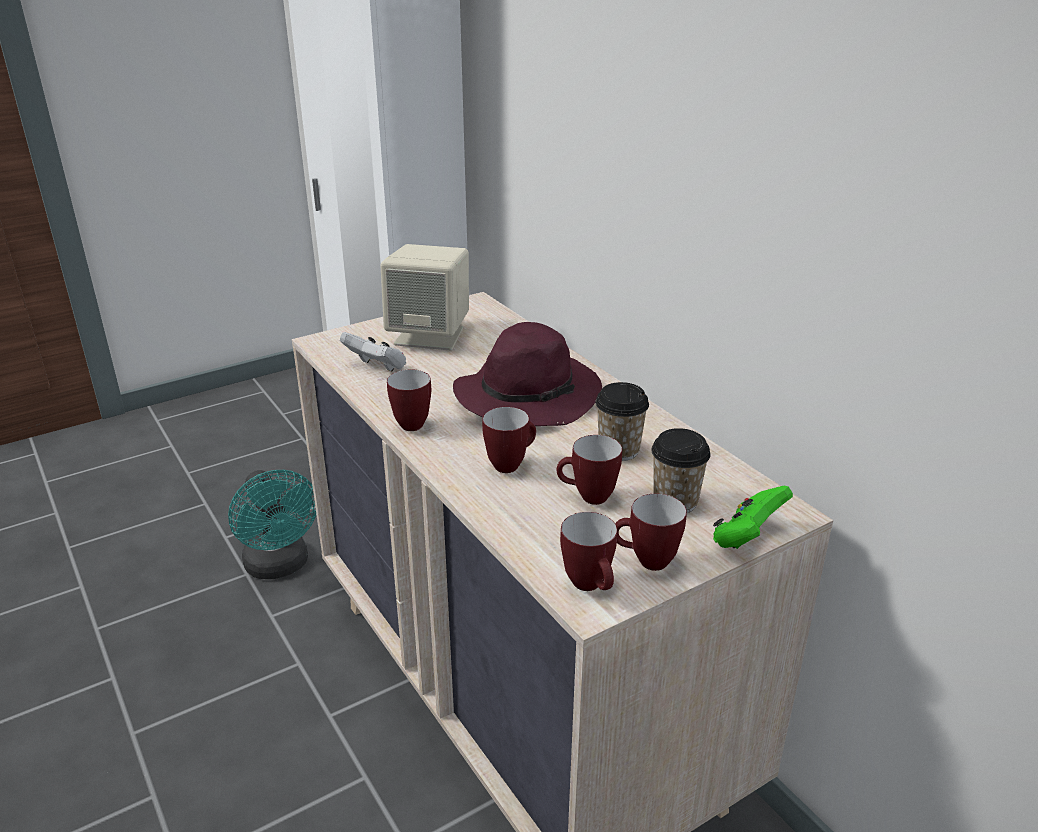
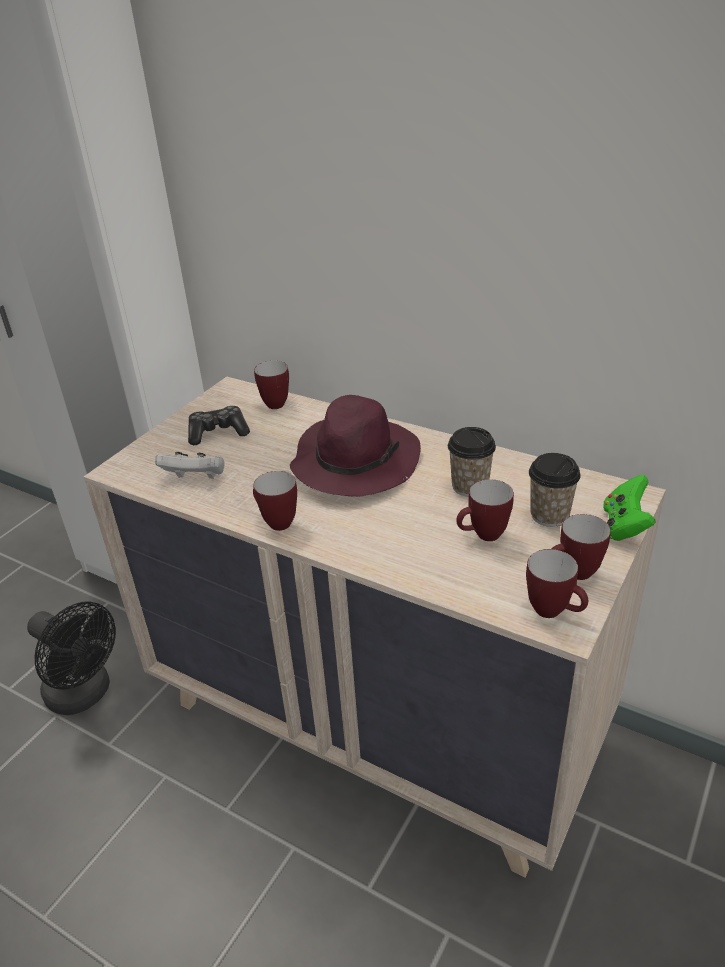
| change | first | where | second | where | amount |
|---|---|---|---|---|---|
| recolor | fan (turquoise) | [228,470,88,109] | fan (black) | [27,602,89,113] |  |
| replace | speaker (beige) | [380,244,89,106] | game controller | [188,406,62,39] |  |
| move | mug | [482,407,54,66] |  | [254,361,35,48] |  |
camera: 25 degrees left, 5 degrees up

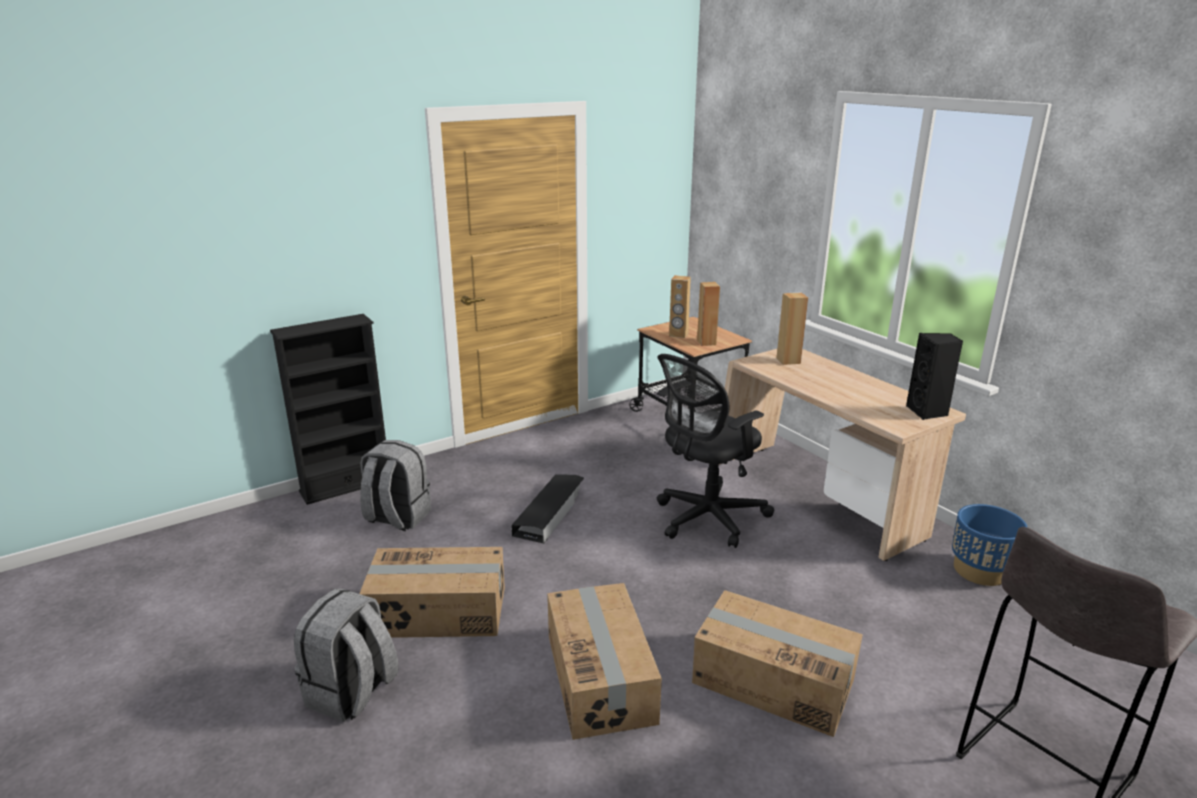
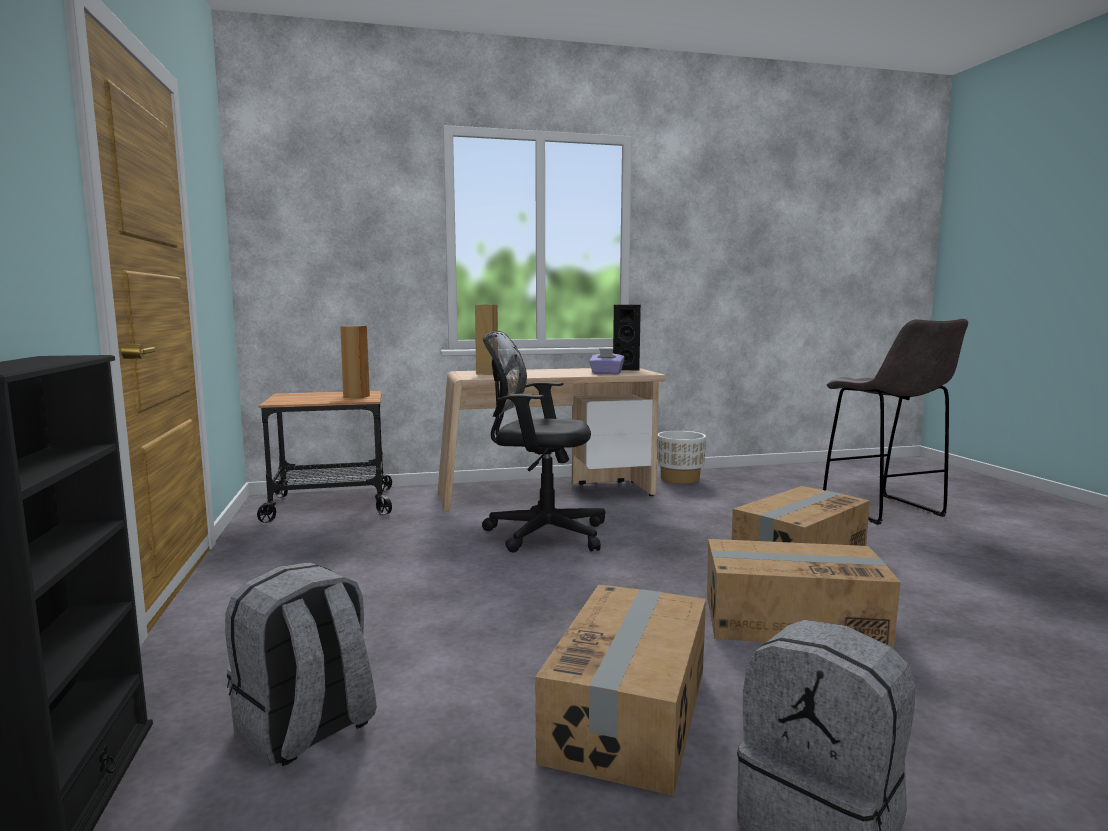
| change | first | where | second | where | amount |
|---|---|---|---|---|---|
| delete | storage box (black) | [512,474,72,70] |  |  |  |
| rotate | office chair (black) | [657,354,117,194] |  | [482,331,123,222] | 120 degrees clockwise |
| delete | speaker (brown) | [669,275,22,63] |  |  |  |
| recolor | planter (blue) | [952,504,76,82] | planter (white) | [657,431,49,53] |  |
| insert |  |  | tissue box (purple) | [589,348,35,27] |  |
camera: 70 degrees left, 15 degrees down

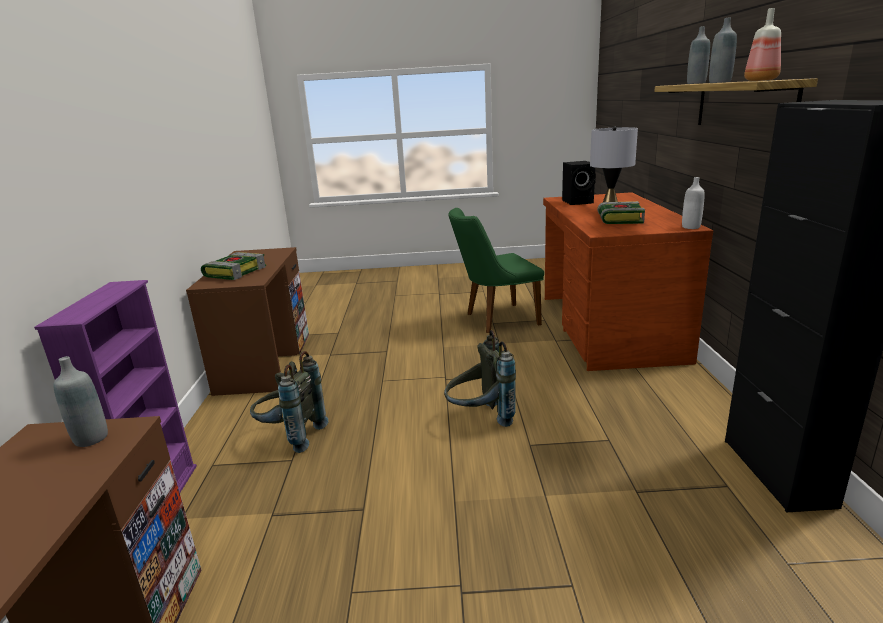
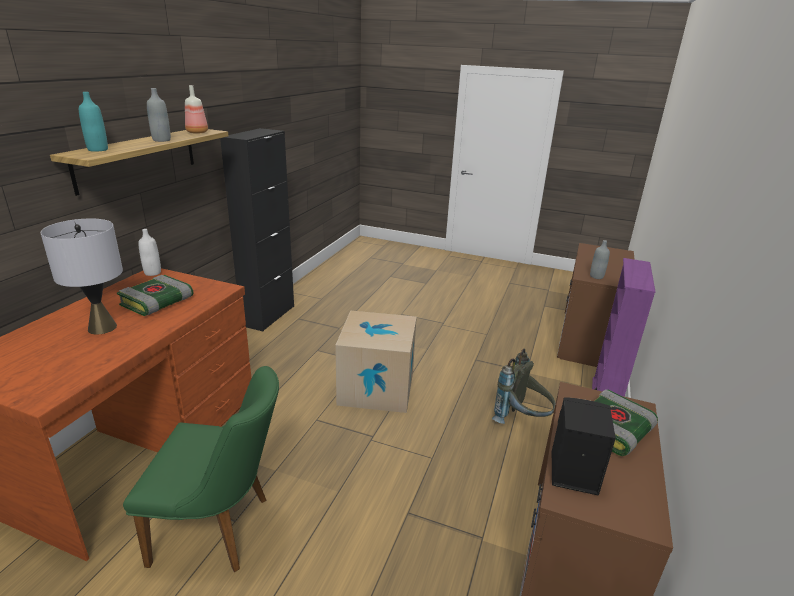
| change | first | where | second | where | amount |
|---|---|---|---|---|---|
| replace | backpack (grey) | [444,330,72,97] | cardboard box | [335,311,82,102] |  |
| move | speaker (black) | [562,161,34,44] |  | [551,397,65,99] |  |
| recolor | bottle (grey) | [687,26,23,58] | bottle (turquoise) | [79,92,29,60] |  |
camera: 160 degrees left, 5 degrees up

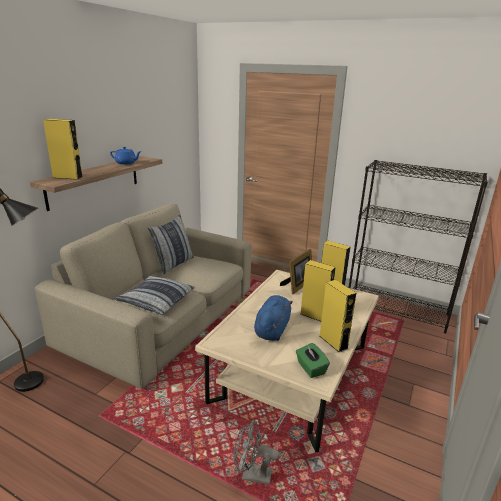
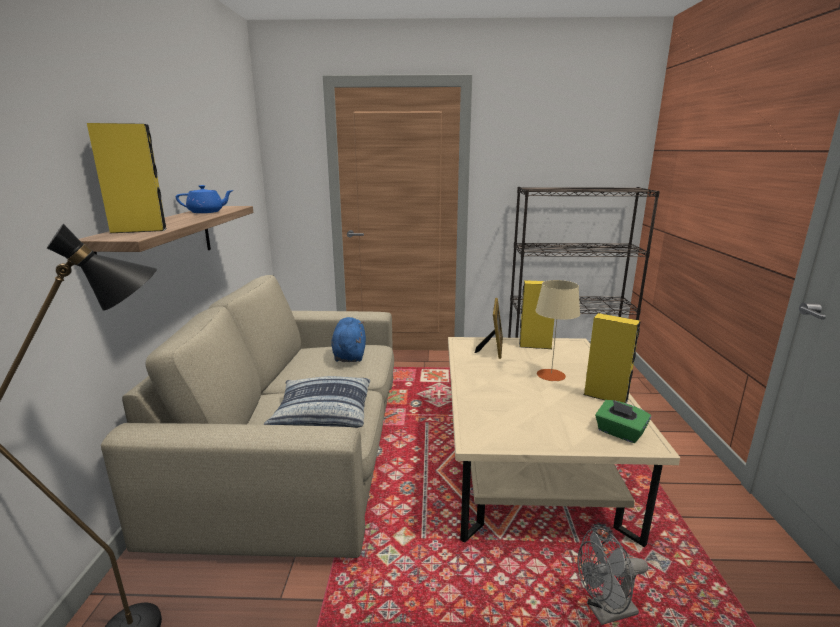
| change | first | where | second | where | amount |
|---|---|---|---|---|---|
| delete | pillow | [148,215,46,59] |  |  |  |
| move | plush toy (blue) | [254,295,39,46] |  | [332,317,34,45] |  |
| replace | speaker (yellow) | [300,260,35,61] | table lamp (beige) | [535,280,45,101] |  |
camera: 25 degrees left, 5 degrees down

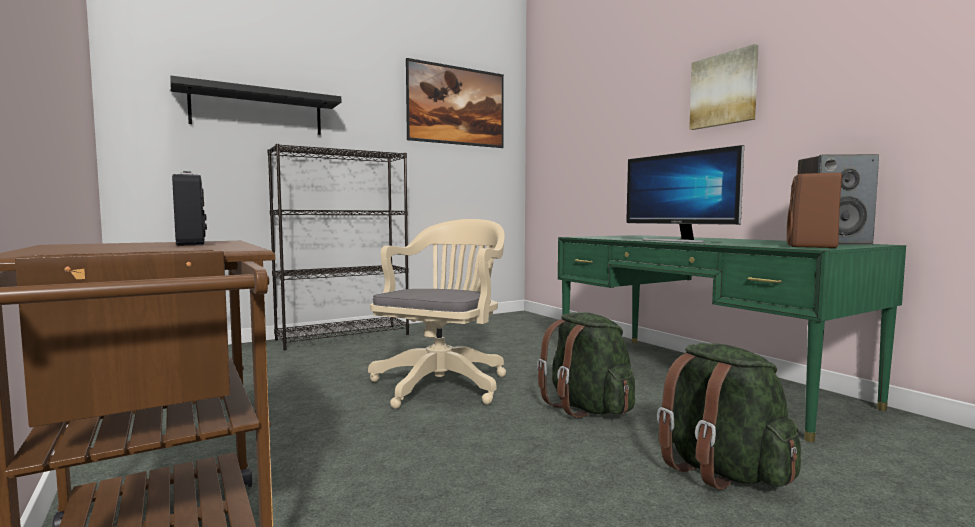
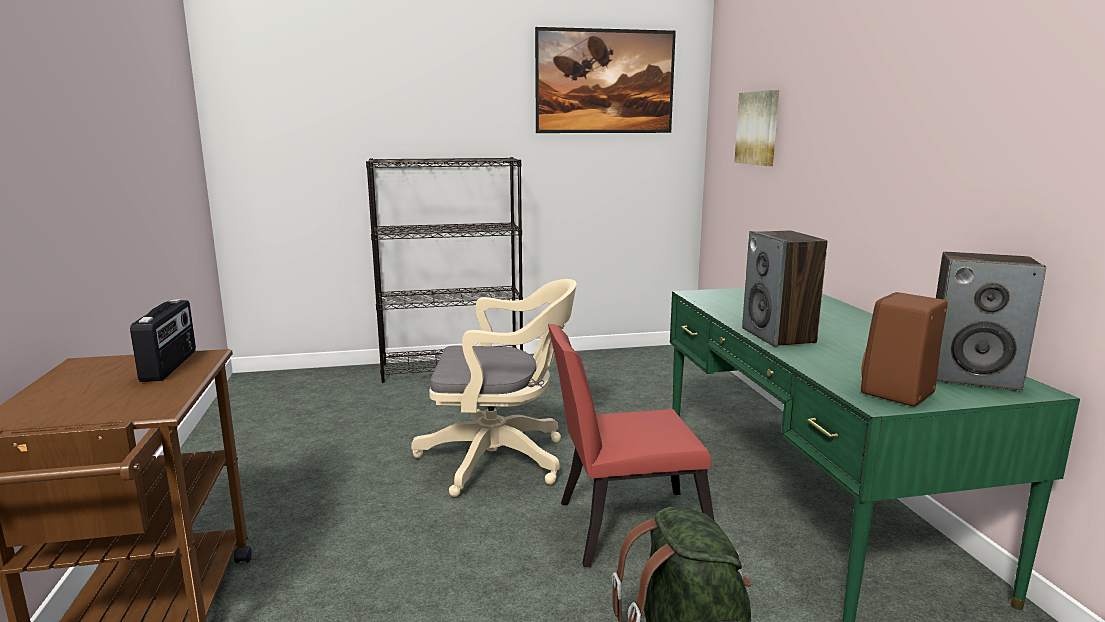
| change | first | where | second | where | amount |
|---|---|---|---|---|---|
| delete | shelf (black) | [170,76,171,59] |  |  |  |
| rotate | office chair (beige) | [368,219,138,190] |  | [411,279,166,218] | 45 degrees clockwise |
| replace | backpack (green) | [537,312,98,106] | chair (red) | [548,324,167,243] |  |
| replace | monitor | [626,145,118,98] | speaker | [742,231,85,116] |  |
| move | picture | [689,44,70,86] |  | [734,90,45,76] |  |
camera: 20 degrees right, 10 degrees up

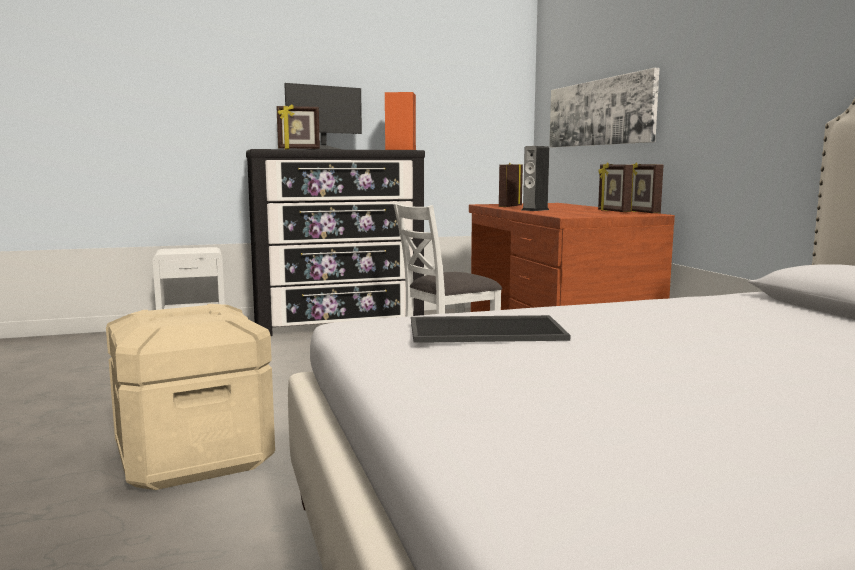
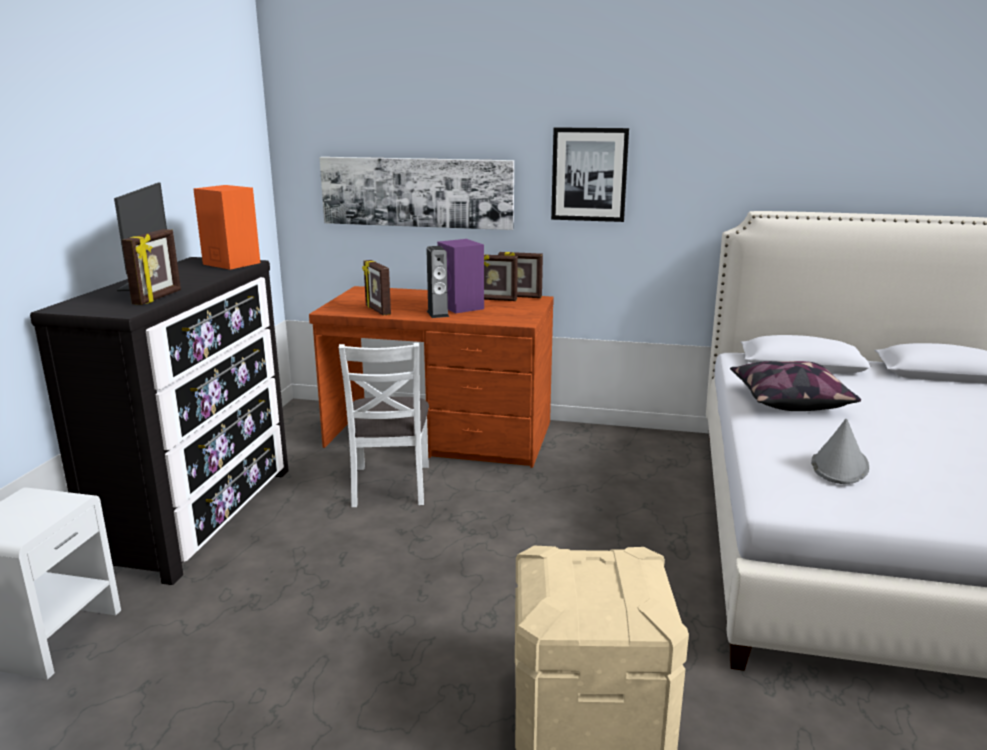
| change | first | where | second | where | amount |
|---|---|---|---|---|---|
| replace | tray | [411,315,159,28] | hat (grey) | [811,419,58,65] |  |
| insert |  |  | speaker (purple) | [437,239,47,75] |  |
| insert |  |  | picture | [551,127,78,95] |  |
| insert |  |  | pillow | [730,361,131,50] |  |
camera: 60 degrees left, 10 degrees up

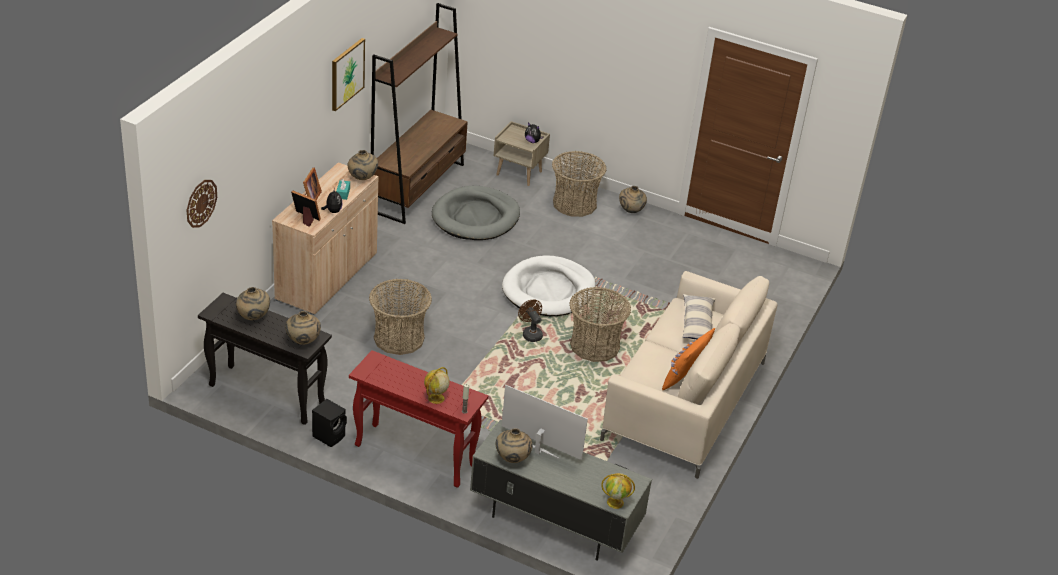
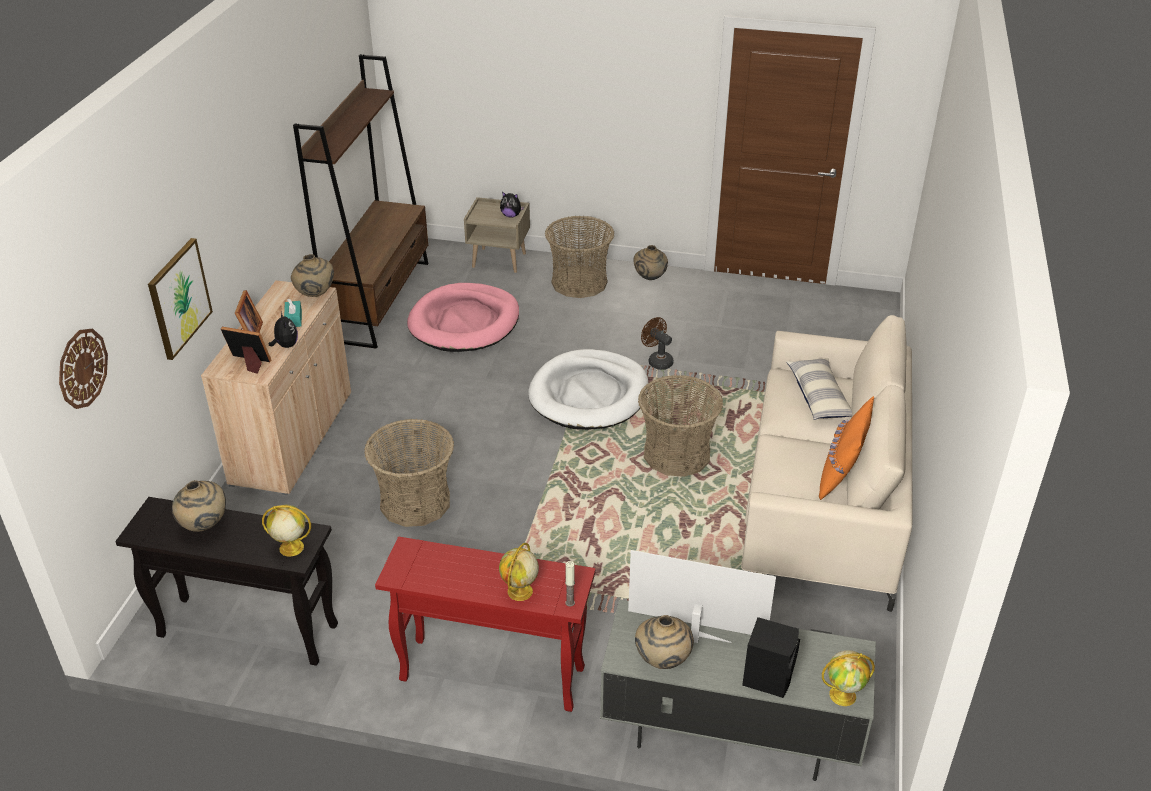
| change | first | where | second | where | amount |
|---|---|---|---|---|---|
| replace | vase (beige) | [285,311,36,34] | globe | [262,505,49,52] |  |
| move | speaker (black) | [312,399,35,48] |  | [742,617,58,81] |  |
| move | picture | [332,38,33,73] |  | [148,238,65,122] |  |
| recolor | dog bed (grey) | [432,186,88,54] | dog bed (pink) | [407,283,112,69] |  |
| move | fan (brown) | [518,299,25,43] |  | [641,317,33,53] |  |
camera: 10 degrees left, 0 degrees up

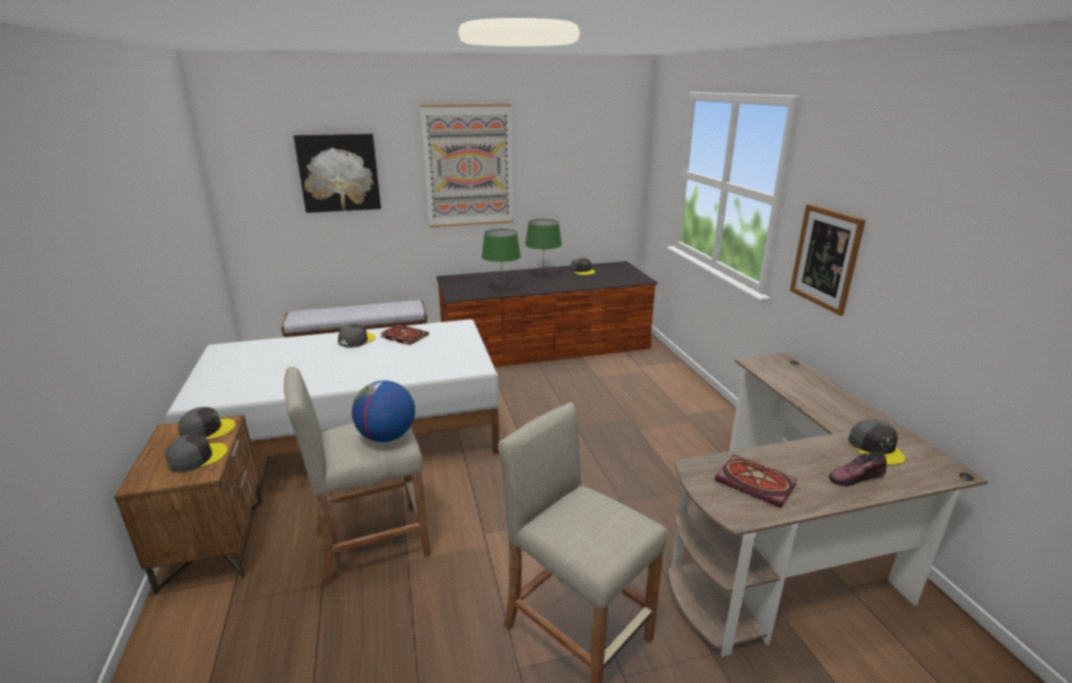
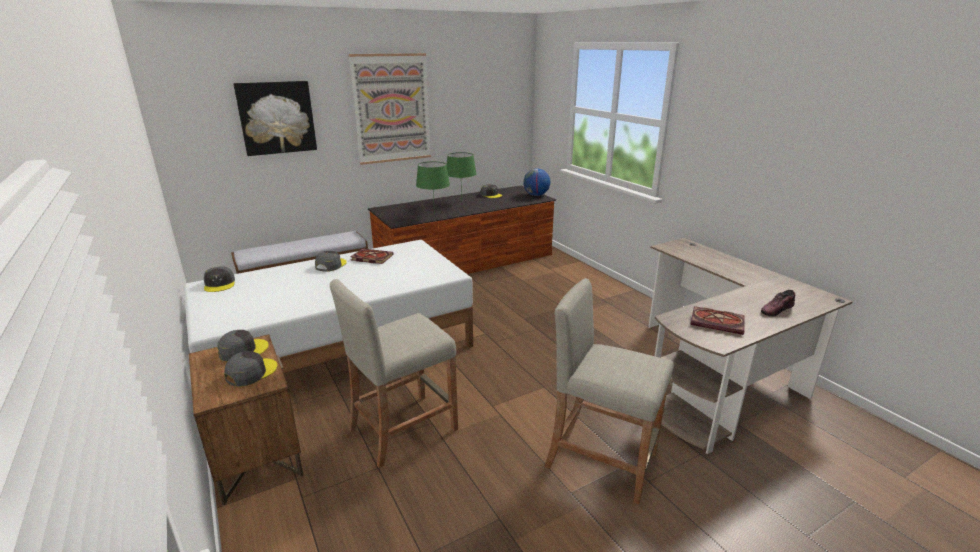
| change | first | where | second | where | amount |
|---|---|---|---|---|---|
| move | globe | [352,380,63,62] |  | [523,168,27,28] |  |
| delete | picture | [790,204,76,112] |  |  |  |
| move | cap (grey) | [848,420,57,45] |  | [204,266,31,26] |  |
camera: 15 degrees left, 0 degrees up

